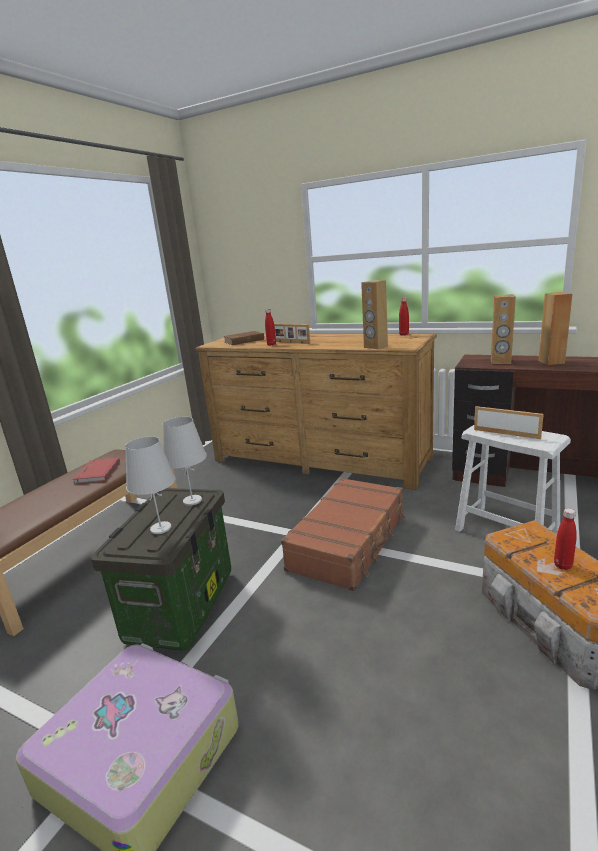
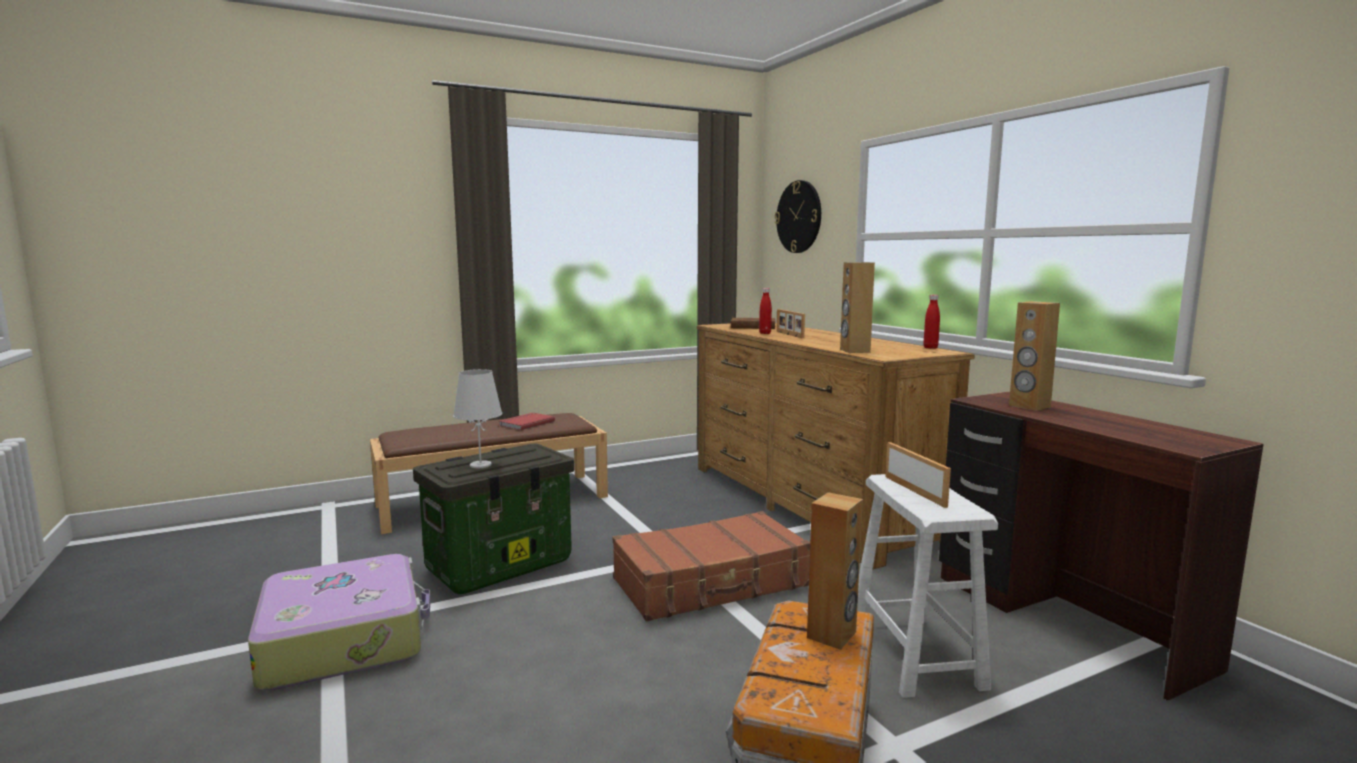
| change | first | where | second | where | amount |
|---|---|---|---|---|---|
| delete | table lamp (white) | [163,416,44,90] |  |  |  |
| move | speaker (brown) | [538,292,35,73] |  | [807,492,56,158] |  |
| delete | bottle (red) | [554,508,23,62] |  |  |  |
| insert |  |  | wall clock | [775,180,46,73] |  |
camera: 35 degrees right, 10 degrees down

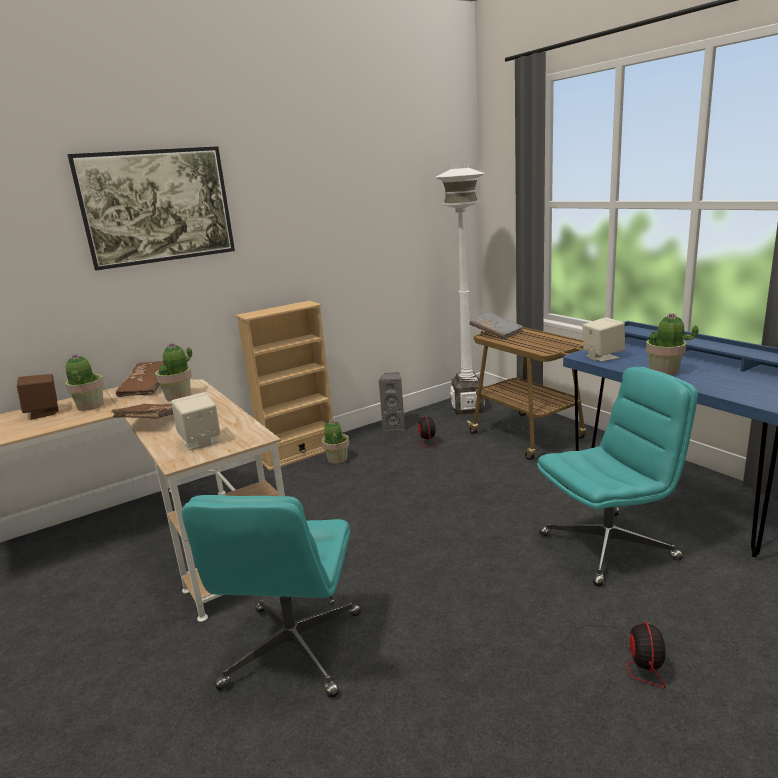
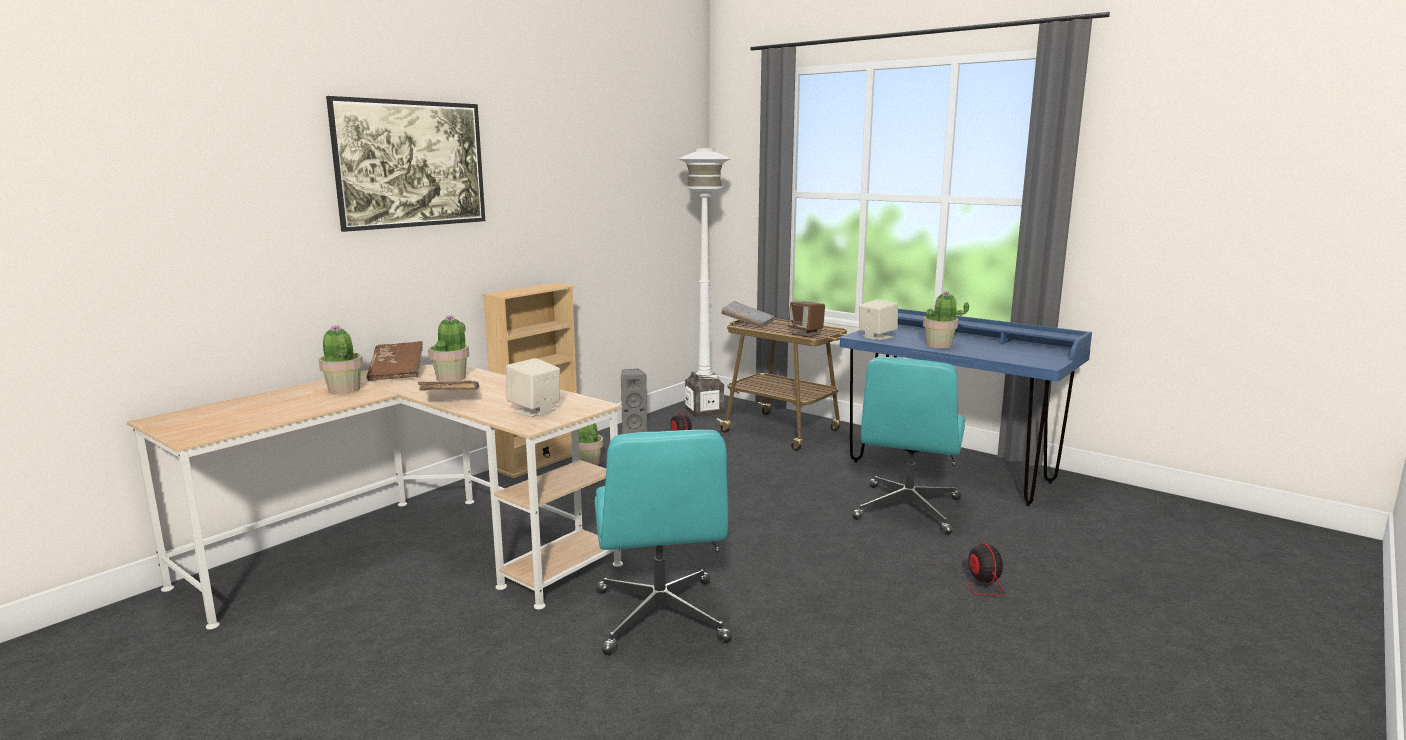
| change | first | where | second | where | amount |
|---|---|---|---|---|---|
| move | speaker (brown) | [16,374,42,46] |  | [788,301,37,36] |  |
| rotate | office chair (turquoise) | [537,367,161,220] |  | [852,357,113,178] | 150 degrees clockwise |
camera: 20 degrees left, 5 degrees down

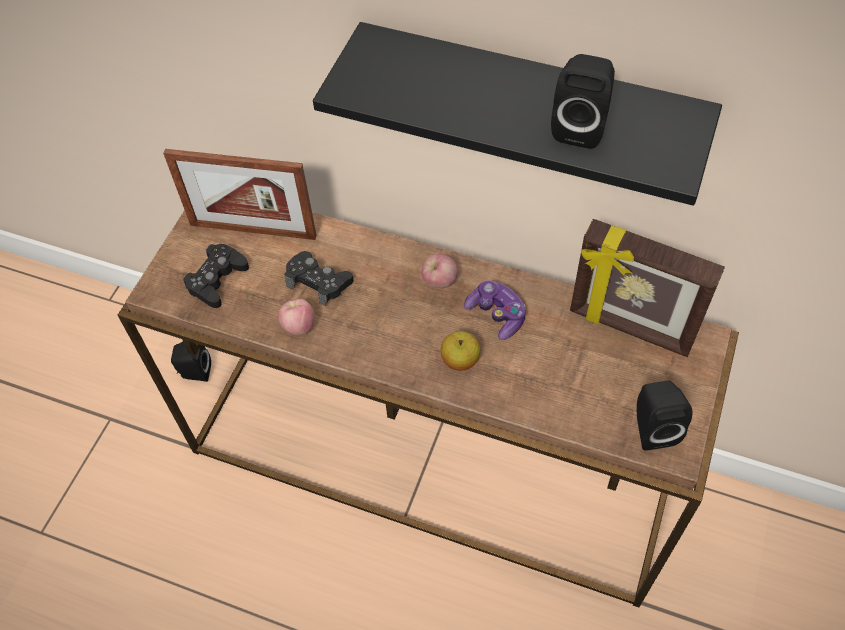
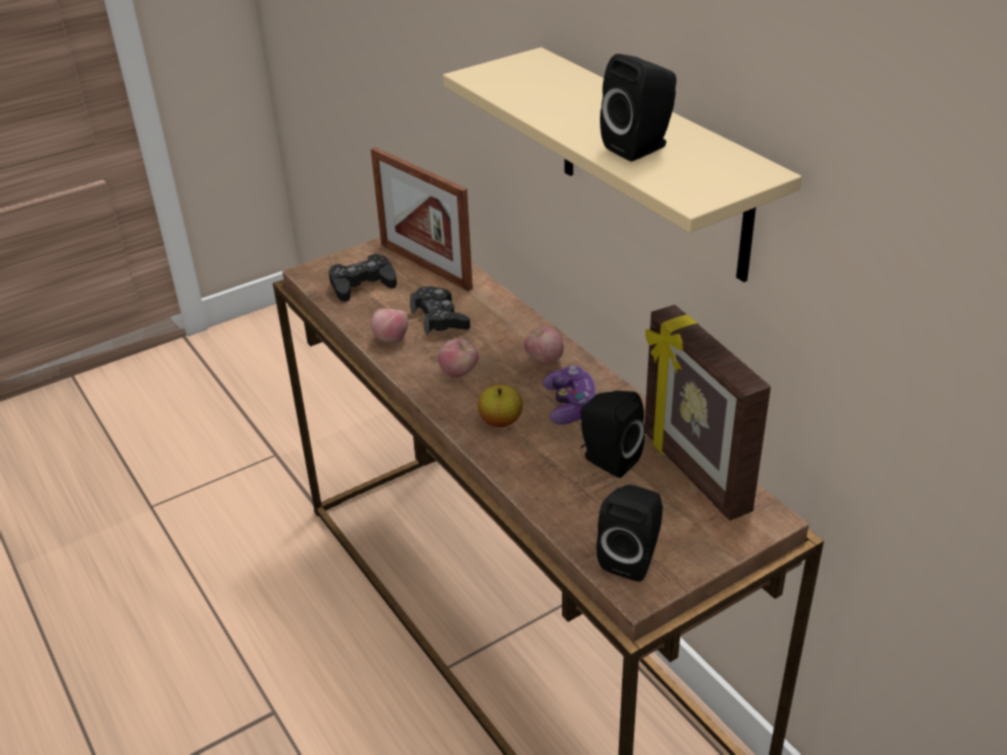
| change | first | where | second | where | amount |
|---|---|---|---|---|---|
| move | speaker (black) | [171,342,40,40] |  | [581,391,64,87] |  |
| recolor | shelf (black) | [313,22,409,184] | shelf (beige) | [443,47,359,235] |  |
| insert |  |  | apple | [438,339,41,39] |  |
camera: 35 degrees right, 20 degrees down

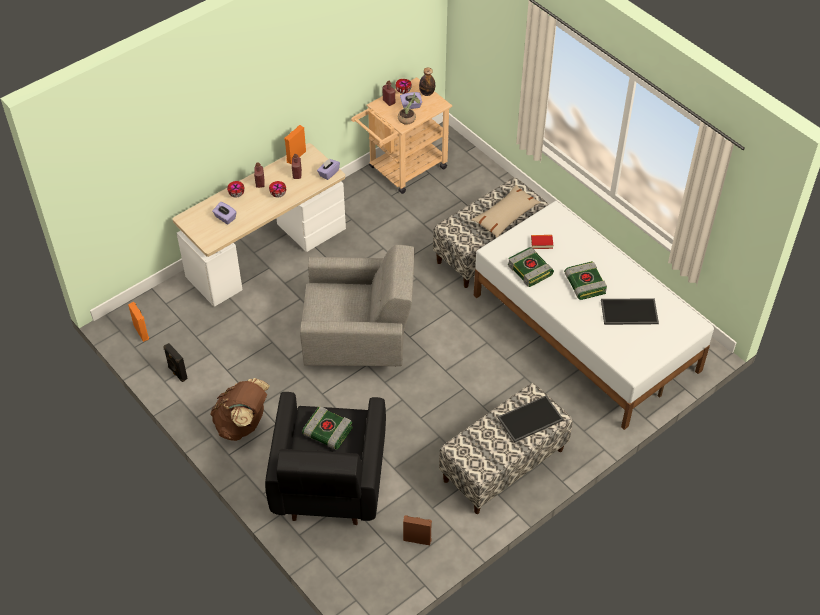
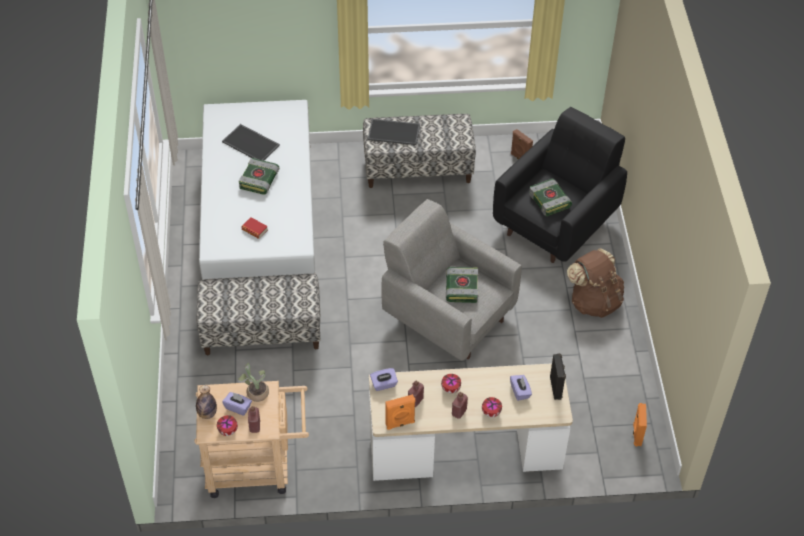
| change | first | where | second | where | amount |
|---|---|---|---|---|---|
| move | speaker (black) | [164,343,24,39] |  | [550,353,16,47] |  |
| delete | pillow (beige) | [471,185,70,52] |  |  |  |
| move | book | [508,247,46,40] |  | [446,267,33,36] |  |
camera: 145 degrees left, 0 degrees up

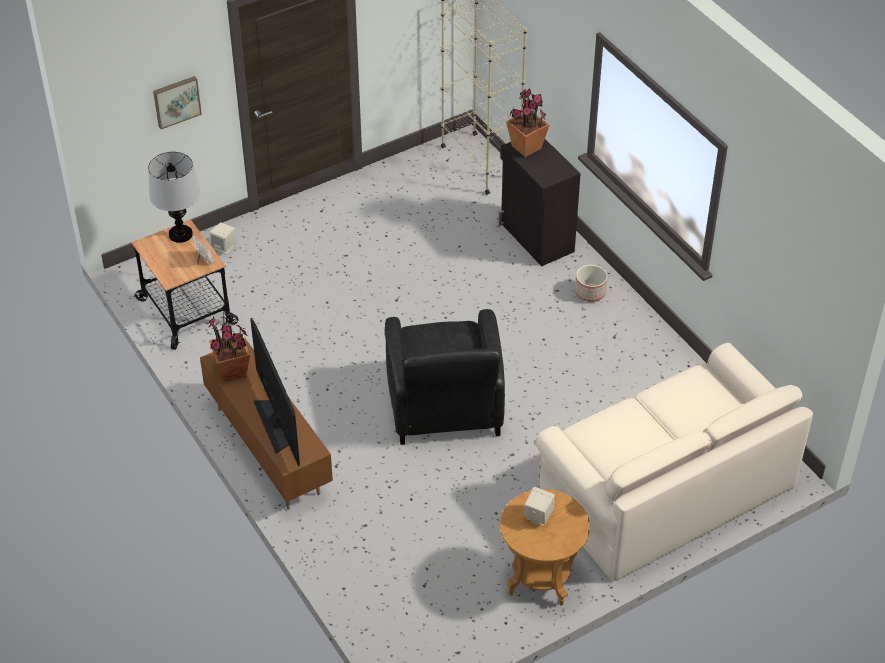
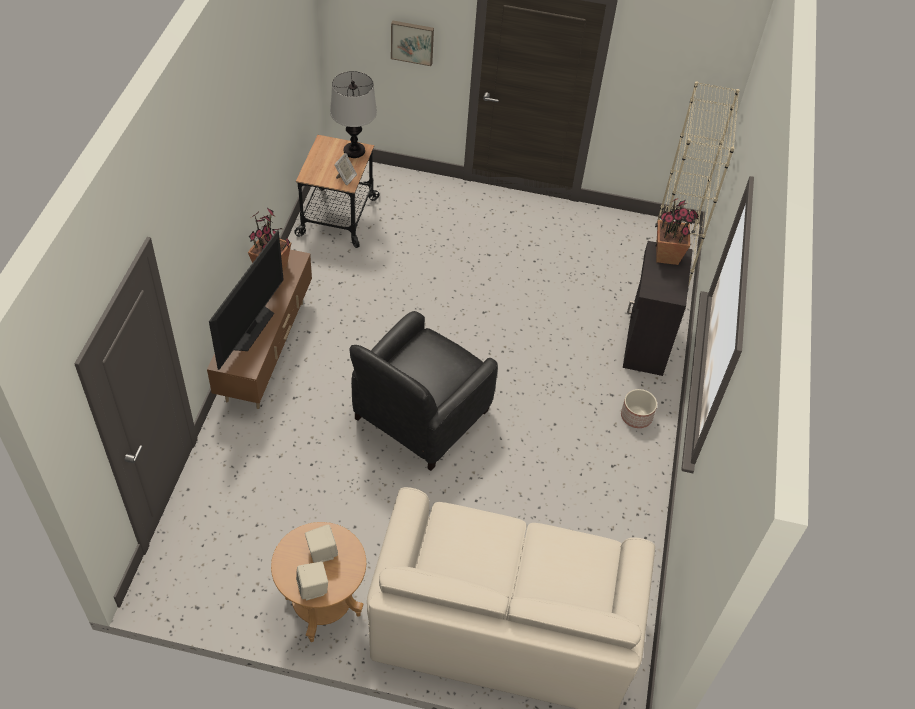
| change | first | where | second | where | amount |
|---|---|---|---|---|---|
| move | speaker (beige) | [210,222,26,32] |  | [296,562,32,38] |  |
camera: 40 degrees right, 5 degrees up

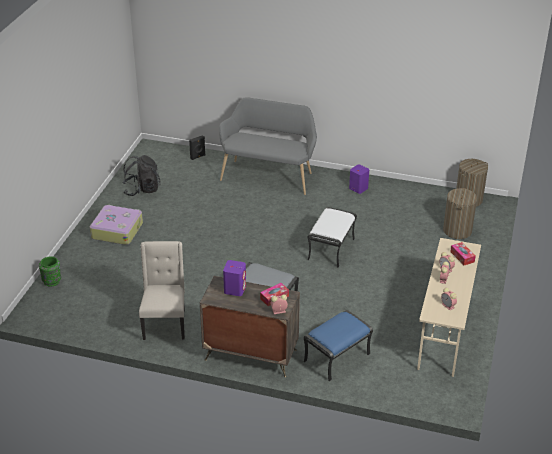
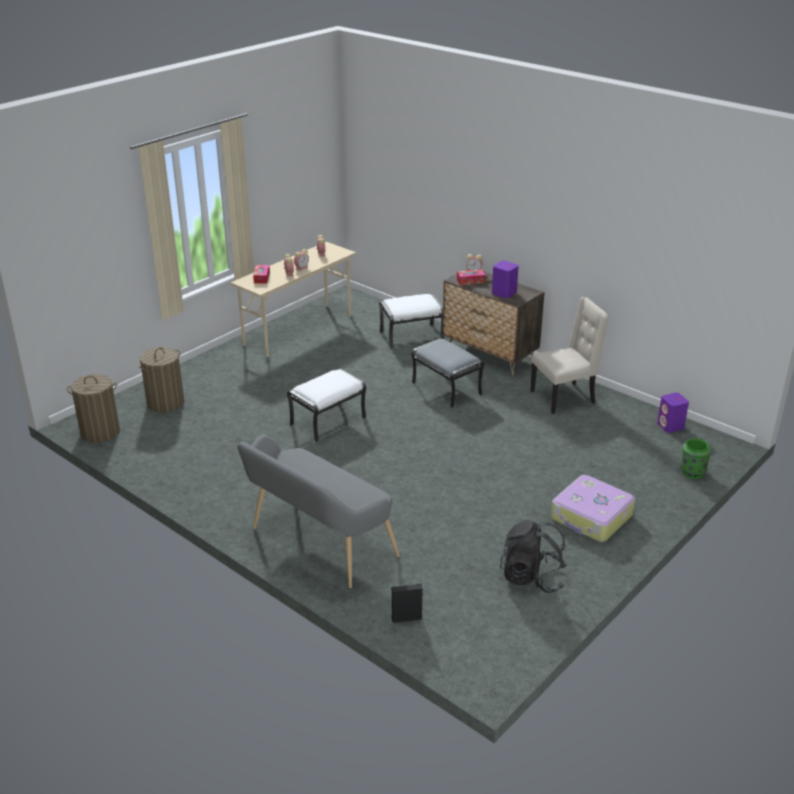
| change | first | where | second | where | amount |
|---|---|---|---|---|---|
| rotate | chair (beige) | [139,241,46,99] |  | [531,297,78,117] | 135 degrees counterclockwise |
| recolor | ottoman (blue) | [304,310,69,72] | ottoman (white) | [379,294,65,55] |  |
| move | speaker (purple) | [349,164,20,30] |  | [657,393,32,40] |  |
camera: 155 degrees left, 5 degrees down

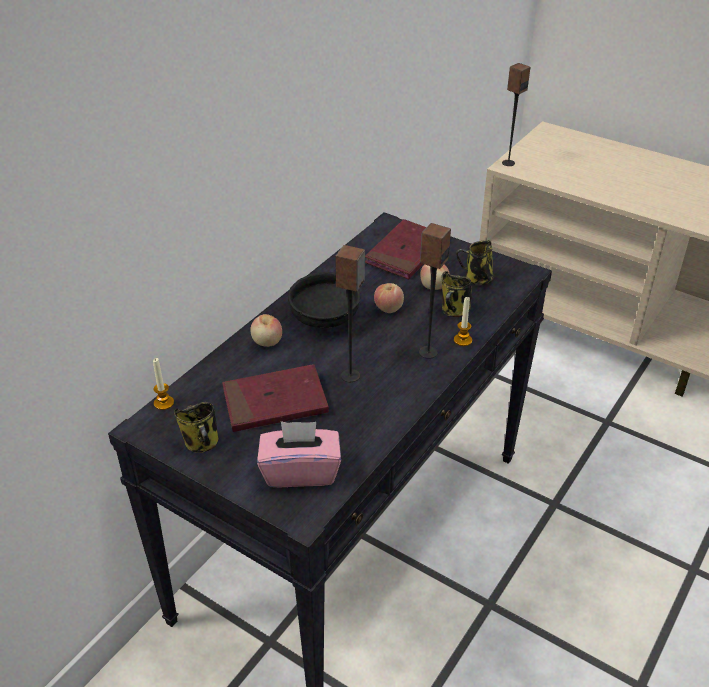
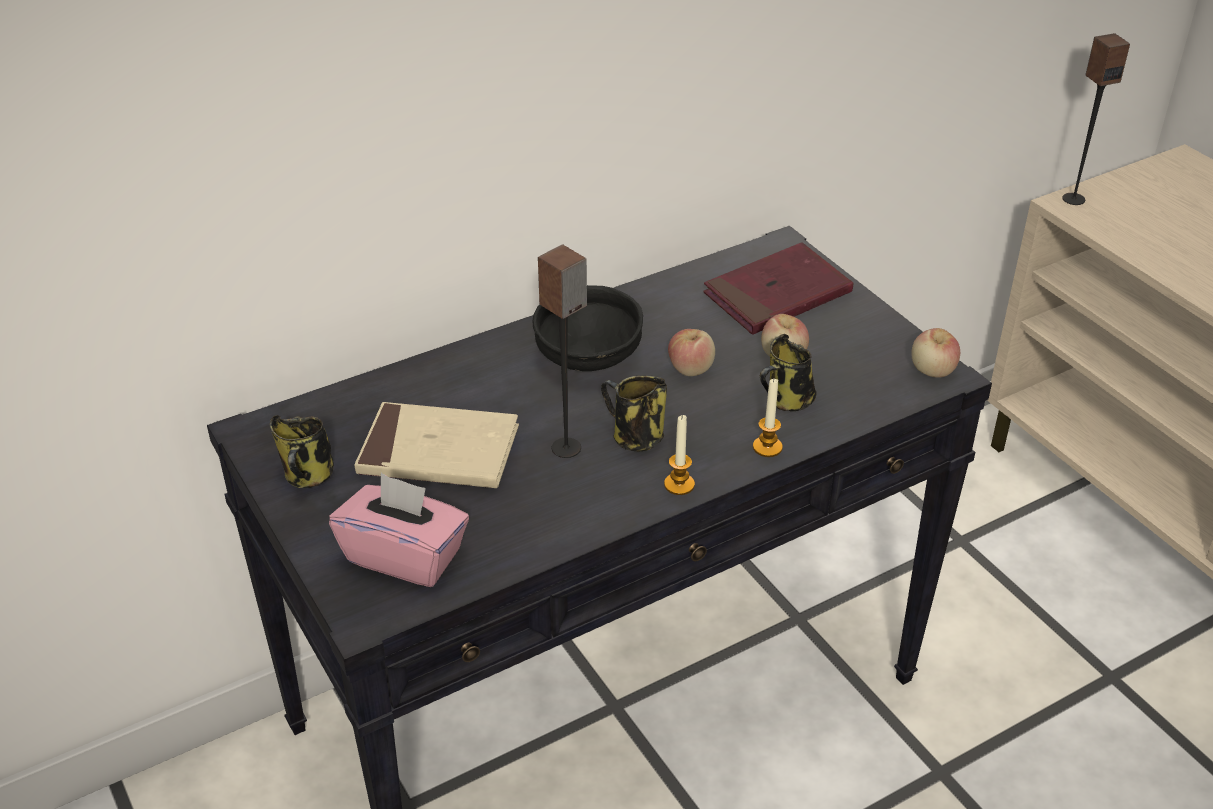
| change | first | where | second | where | amount |
|---|---|---|---|---|---|
| move | candle | [153,358,21,52] |  | [664,415,31,80] |  |
| recolor | book (red) | [222,364,107,68] | book (beige) | [354,402,165,86] |  |
| move | apple | [250,314,32,33] |  | [911,328,49,50] |  |
| delete | speaker | [419,223,32,136] |  |  |  |
| move | mug | [456,240,38,45] |  | [601,375,66,76] |  |
camera: 25 degrees right, 0 degrees up

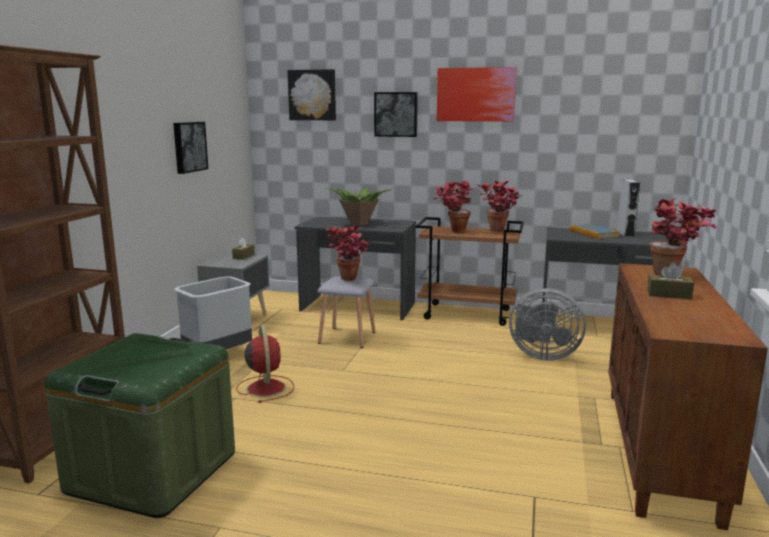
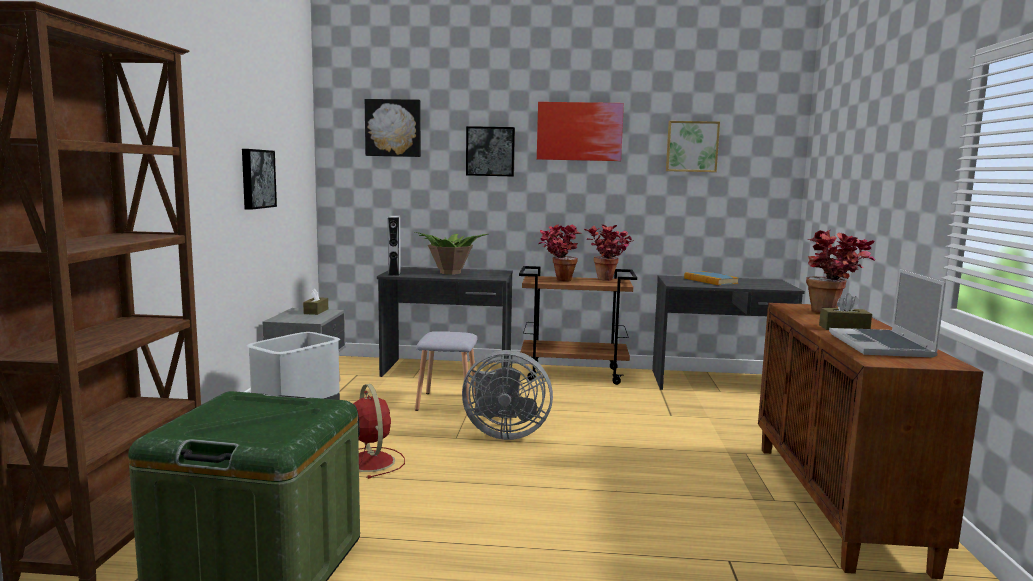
| change | first | where | second | where | amount |
|---|---|---|---|---|---|
| delete | potted plant | [326,224,46,57] |  |  |  |
| move | fan (grey) | [509,288,77,73] |  | [462,350,91,90] |  |
| move | speaker (grey) | [617,180,23,57] |  | [388,216,13,60] |  |
| insert |  |  | picture | [666,121,54,51] |  |
| insert |  |  | laptop | [829,269,117,88] |  |
camera: 10 degrees left, 5 degrees down

